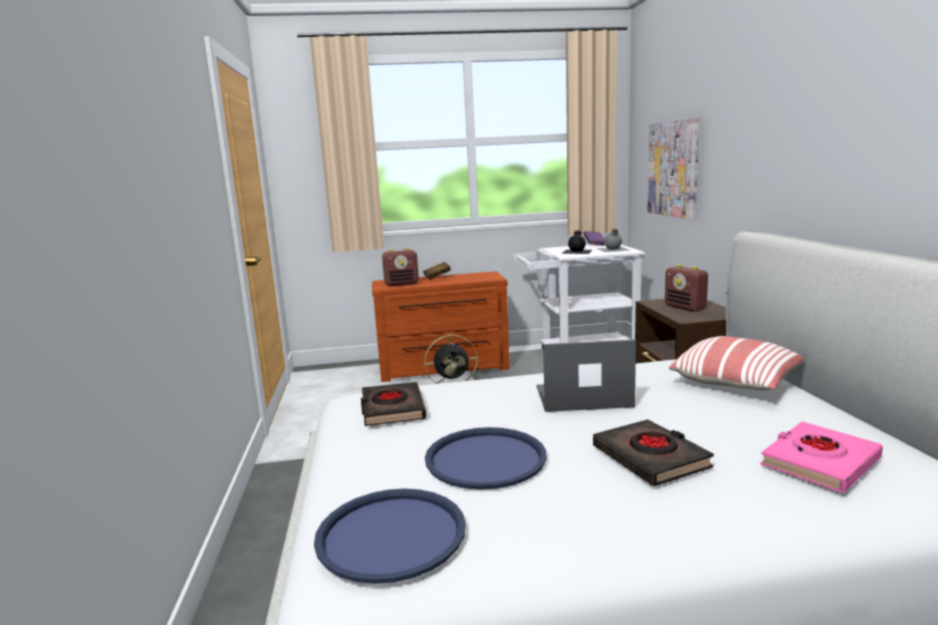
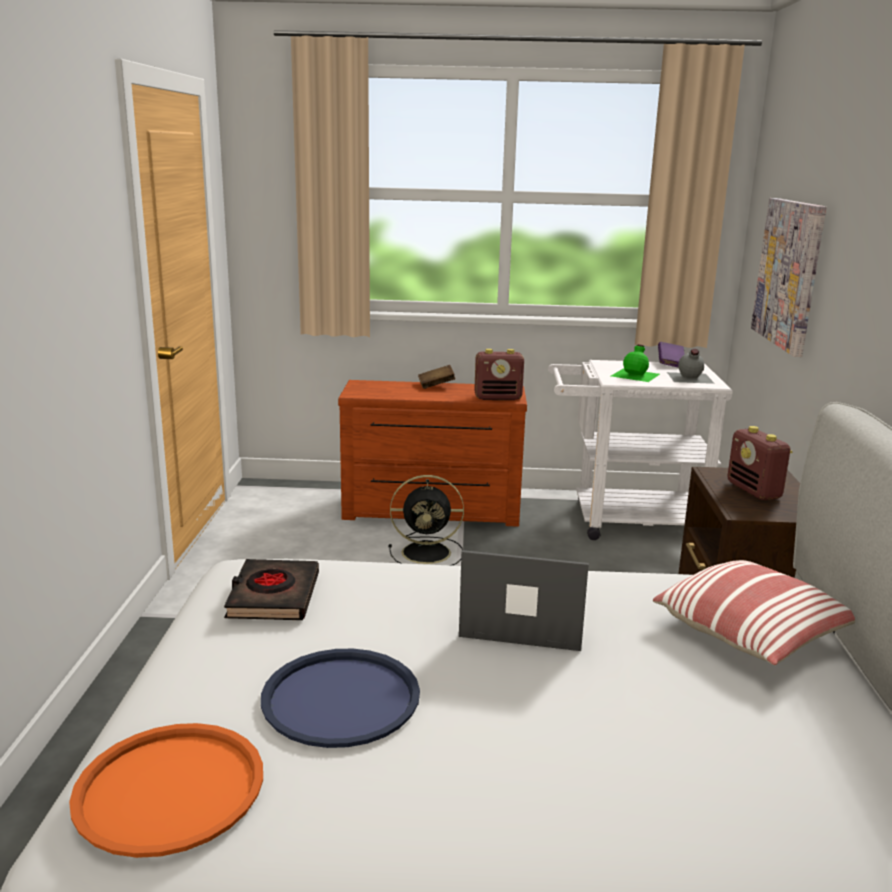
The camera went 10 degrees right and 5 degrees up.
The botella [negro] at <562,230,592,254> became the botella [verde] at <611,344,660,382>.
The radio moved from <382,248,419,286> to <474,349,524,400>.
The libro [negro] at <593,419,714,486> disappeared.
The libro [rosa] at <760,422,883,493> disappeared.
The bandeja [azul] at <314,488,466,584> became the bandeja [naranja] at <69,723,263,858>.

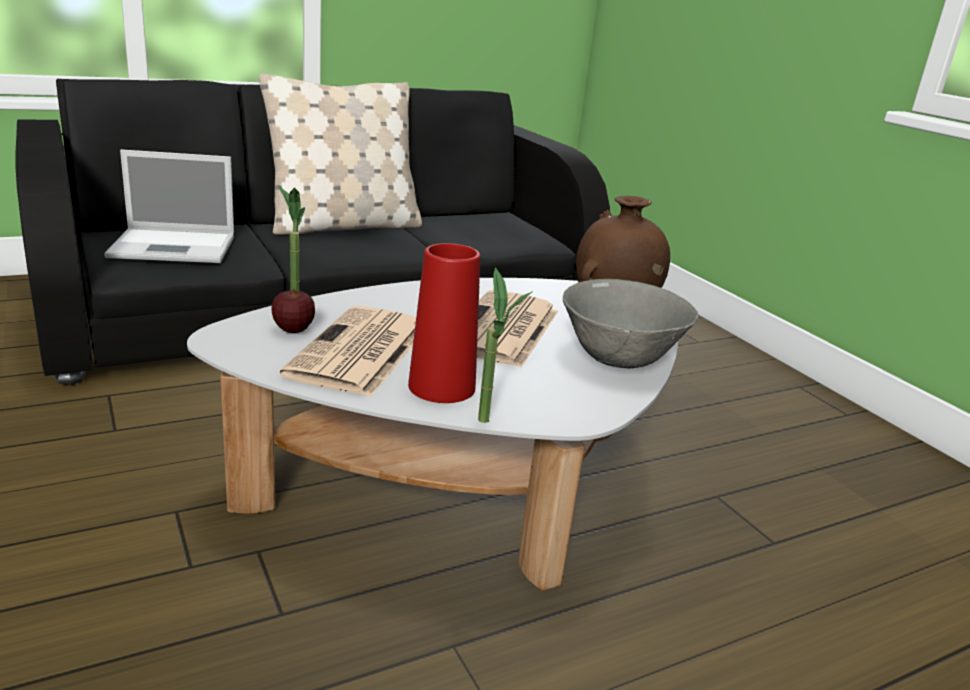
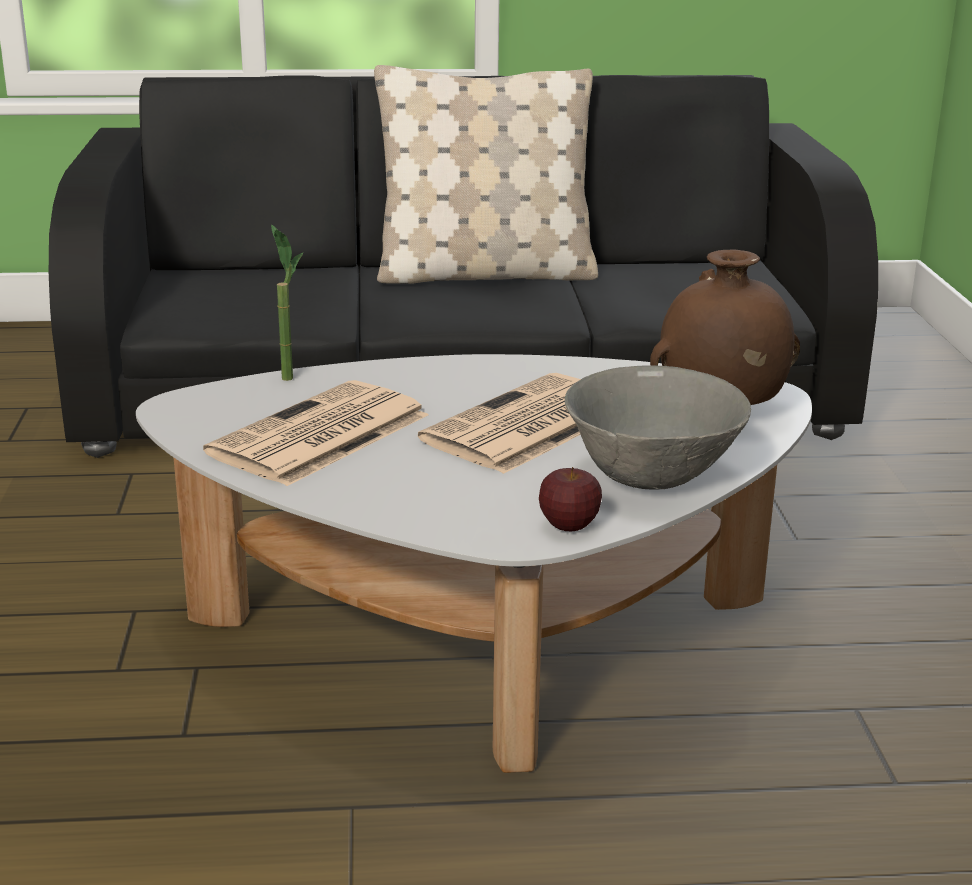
The camera went 25 degrees right and 0 degrees up.
The portátil at <104,149,234,263> disappeared.
The florero [rojo] at <408,243,480,403> disappeared.
The planta en maceta at <478,267,533,423> disappeared.
The manzana moved from <272,289,315,333> to <539,467,602,532>.

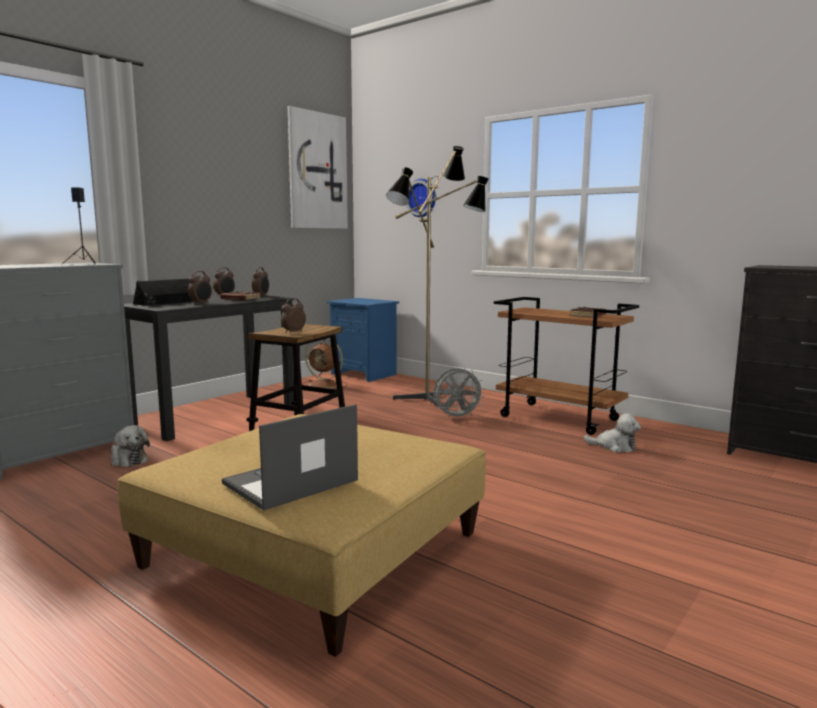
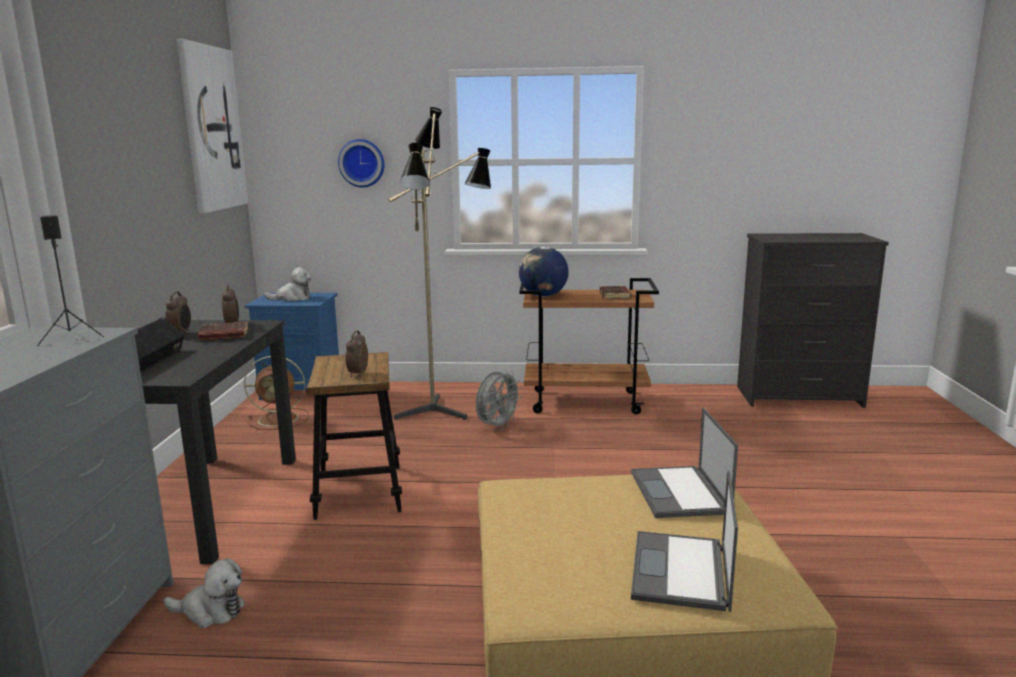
The camera went 35 degrees left and 5 degrees up.
The despertador at <188,271,212,304> disappeared.
The peluche moved from <584,413,641,452> to <264,267,312,302>.
The globo terráqueo at <519,247,569,297> appeared.
The portátil at <631,408,738,518> appeared.

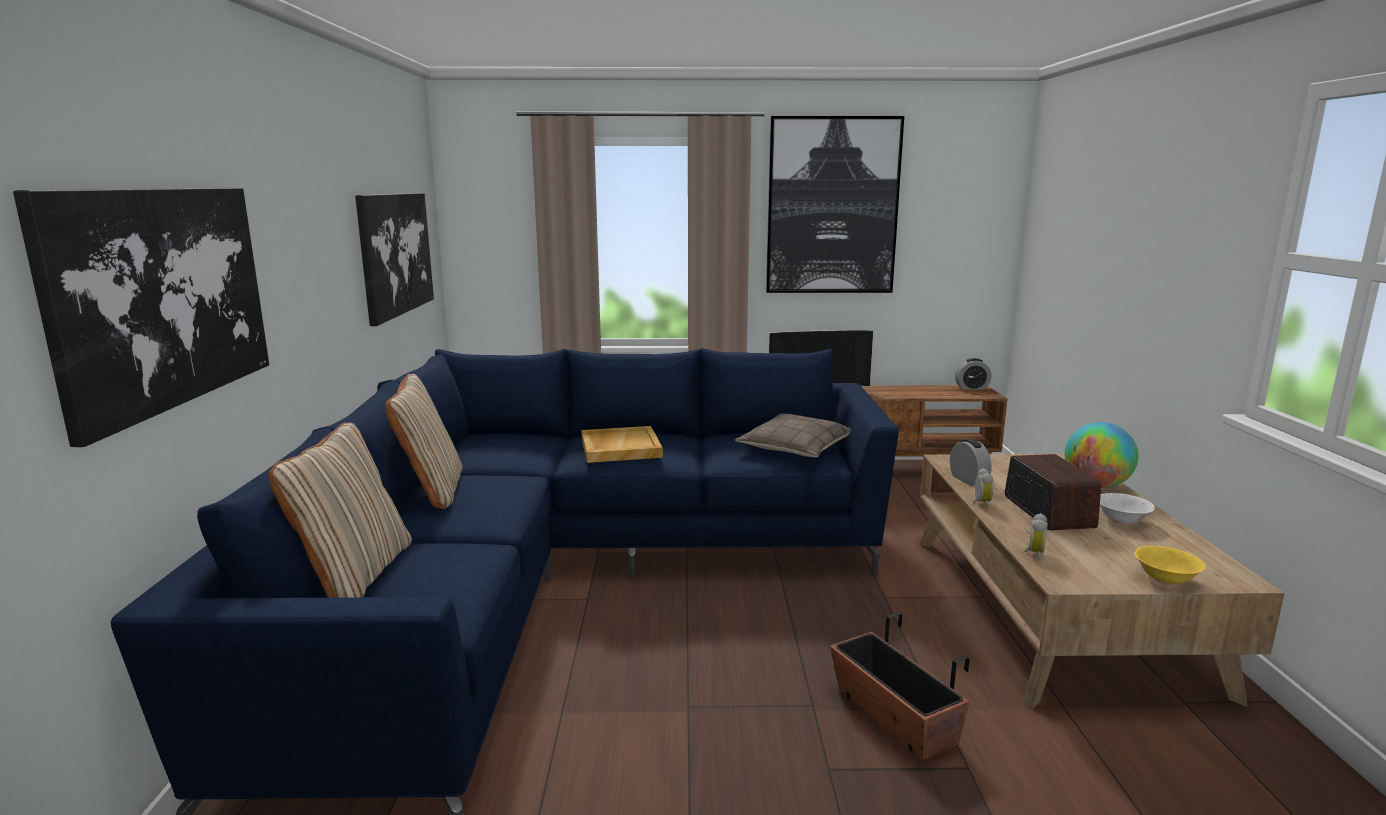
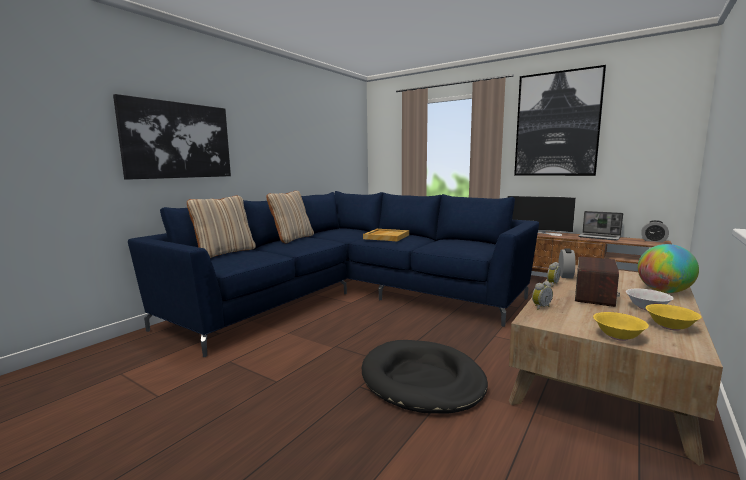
The camera went 35 degrees right and 5 degrees down.
The cuadro at <355,193,434,326> disappeared.
The cojín at <735,414,851,457> disappeared.
The maceta at <830,612,970,760> was replaced by the cama para perro [negro] at <362,340,488,414>.
The portátil at <579,211,623,241> appeared.
The cuenco [amarillo] at <646,304,701,331> appeared.

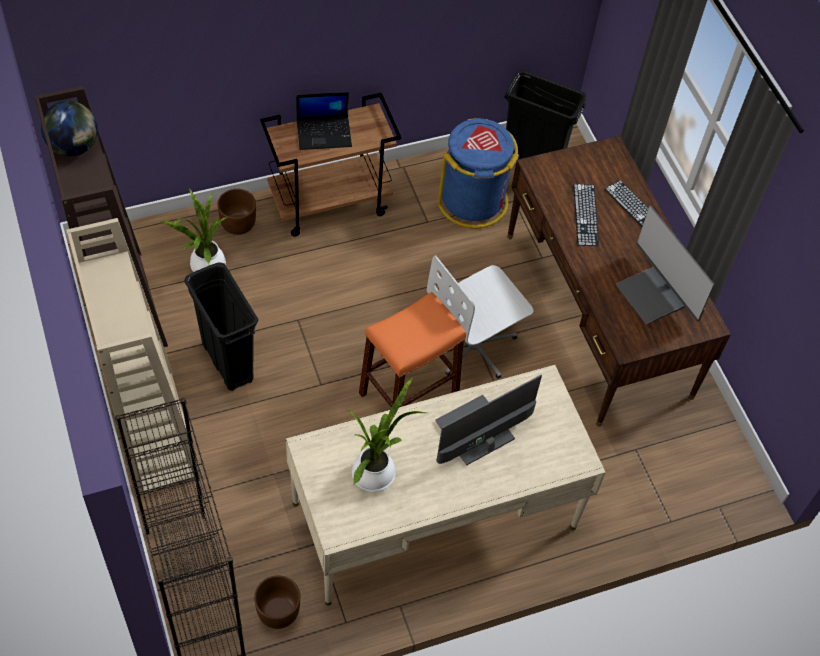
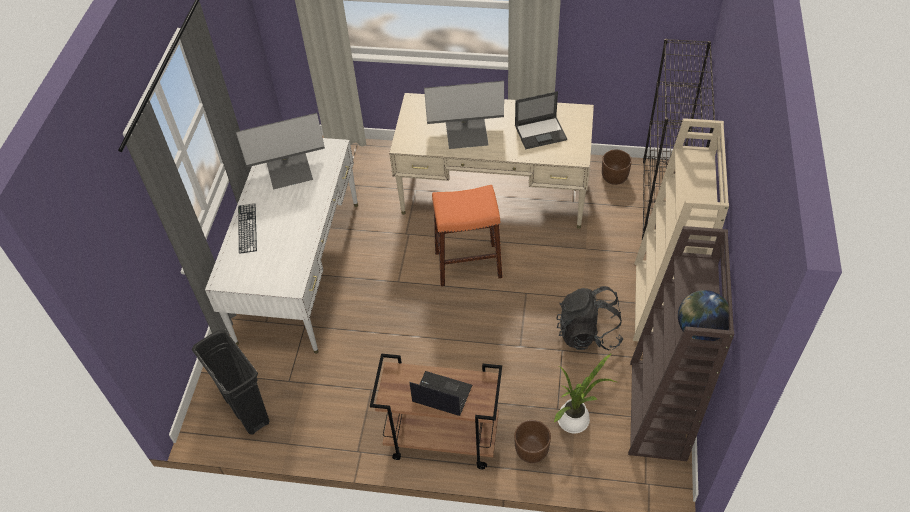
The camera went 145 degrees left and 5 degrees down.
The papelera [azul] at <438,118,519,229> disappeared.
The escritorio [marrón] at <507,136,731,426> became the escritorio [blanco] at <205,138,358,354>.
The teclado at <573,184,599,246> disappeared.
The monitor at <616,205,715,324> turned 75 degrees clockwise.
The silla de oficina [blanco] at <427,255,534,379> disappeared.
The papelera [negro] at <184,262,258,391> was replaced by the mochila [negro] at <556,286,623,351>.
The planta en maceta at <347,376,426,492> was replaced by the portátil at <515,91,567,149>.

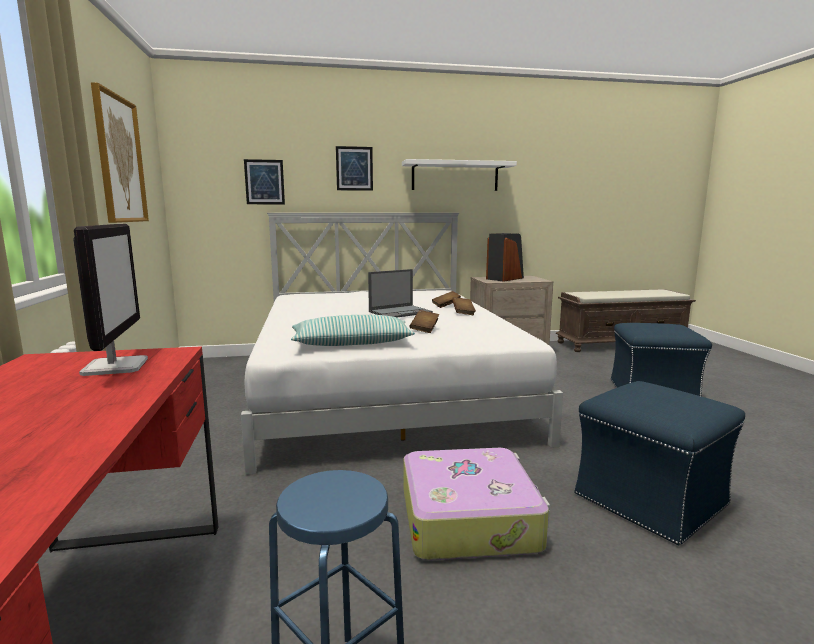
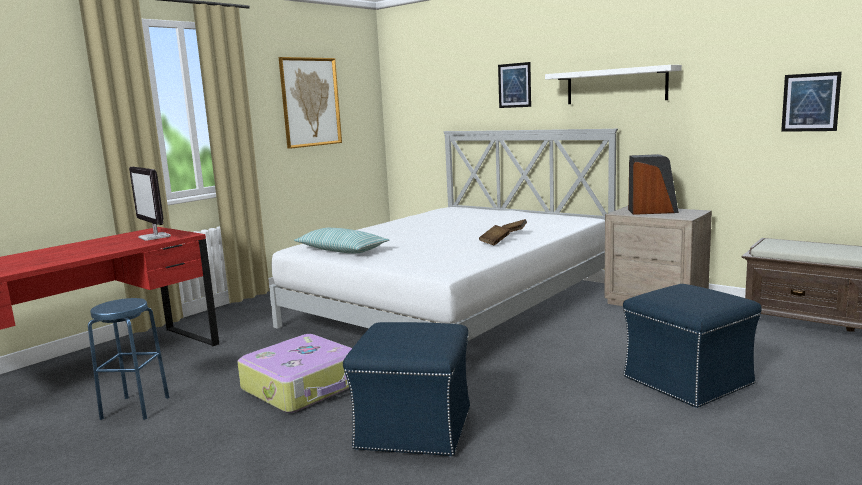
The camera went 50 degrees right and 0 degrees up.
The cuadro moved from <244,159,285,204> to <781,72,842,132>.
The monitor at <73,224,148,376> turned 105 degrees clockwise.
The portátil at <368,269,433,317> disappeared.
The libro [marrón] at <410,310,439,333> disappeared.

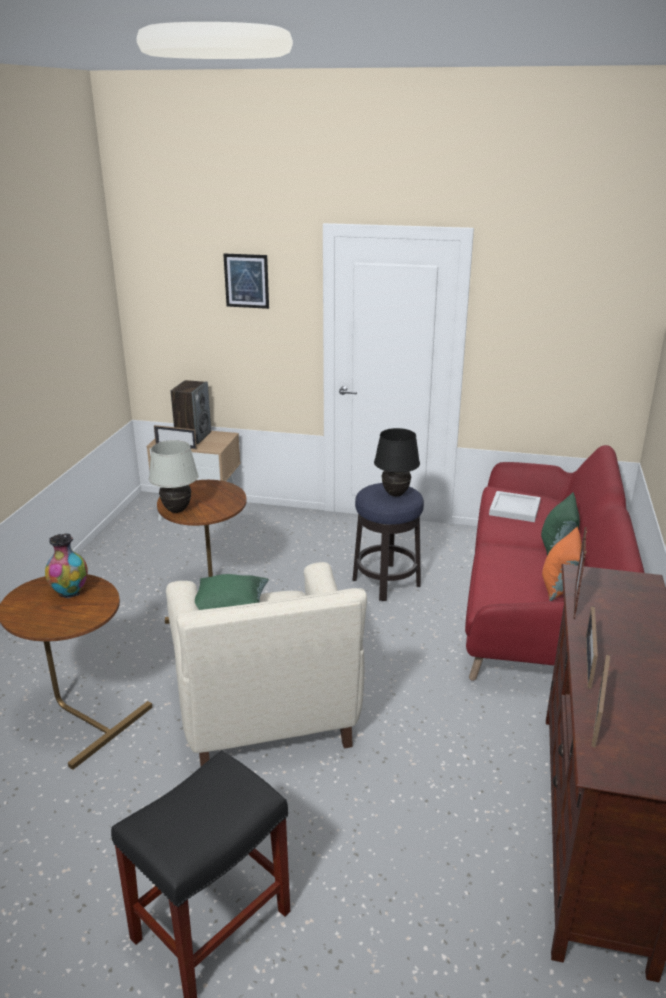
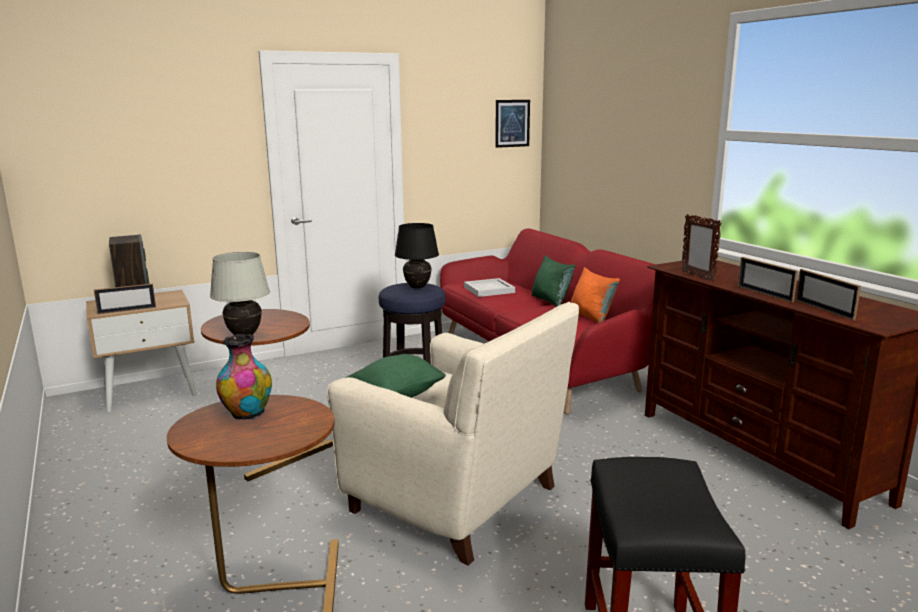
The camera went 40 degrees left and 10 degrees down.
The cuadro moved from <223,253,269,309> to <495,100,530,148>.

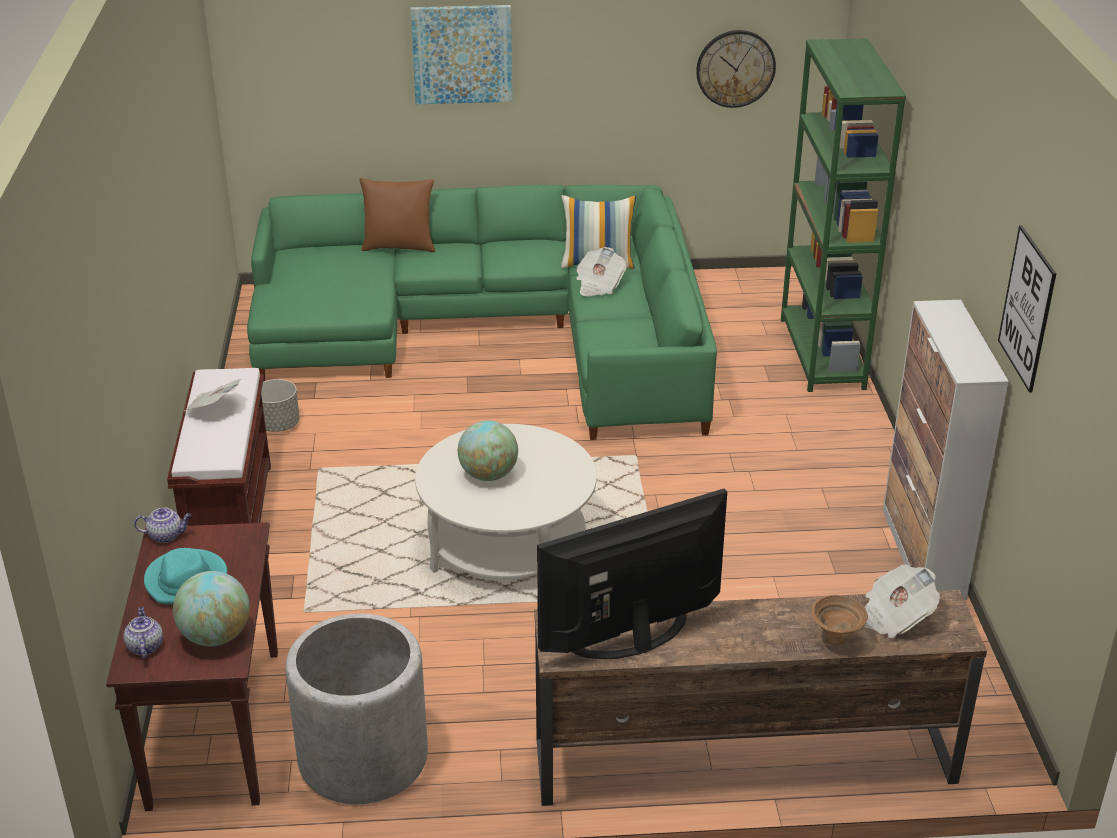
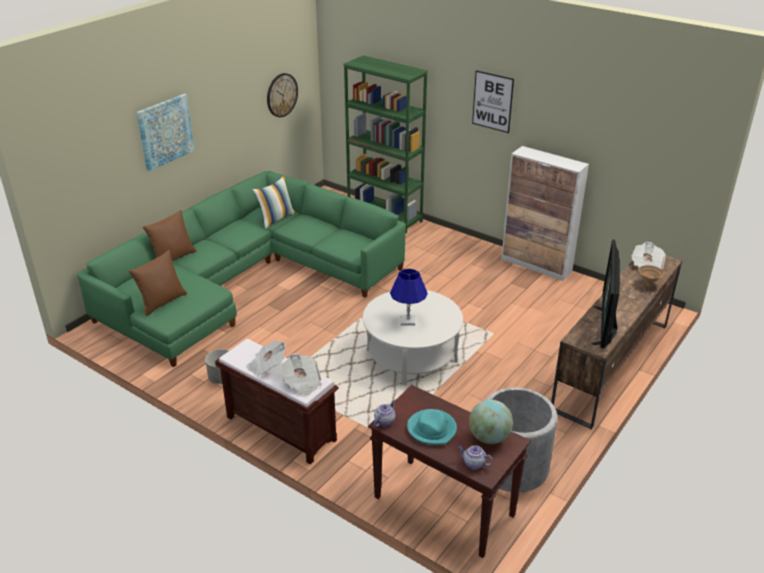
The camera went 50 degrees left and 0 degrees up.
The cuadro moved from <998,225,1056,393> to <472,70,514,133>.
The periódico moved from <576,247,627,296> to <282,353,322,397>.
The globo terráqueo at <458,420,518,481> was replaced by the lámpara de mesa [azul] at <390,269,428,326>.
The cojín [marrón] at <129,250,187,316> appeared.

